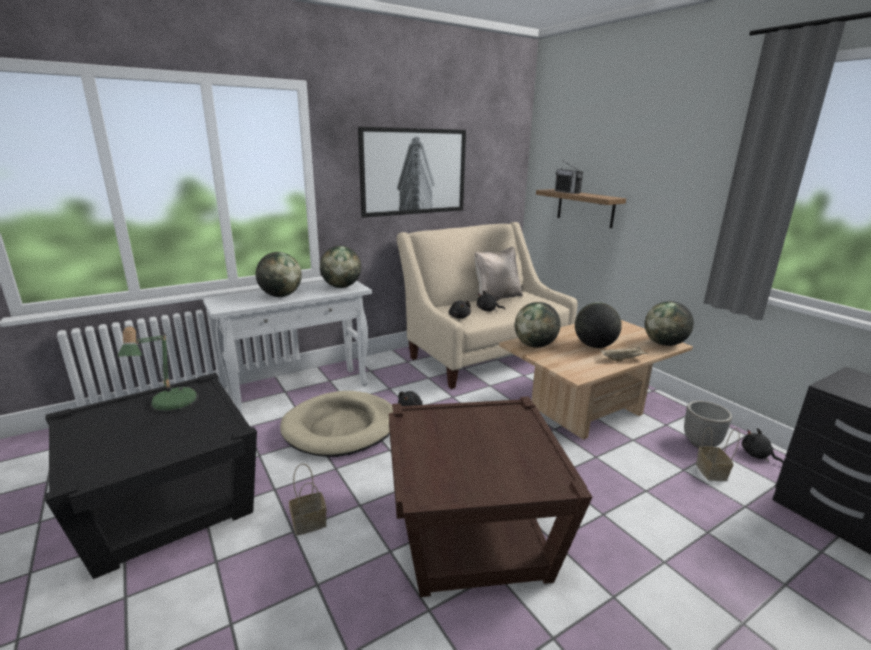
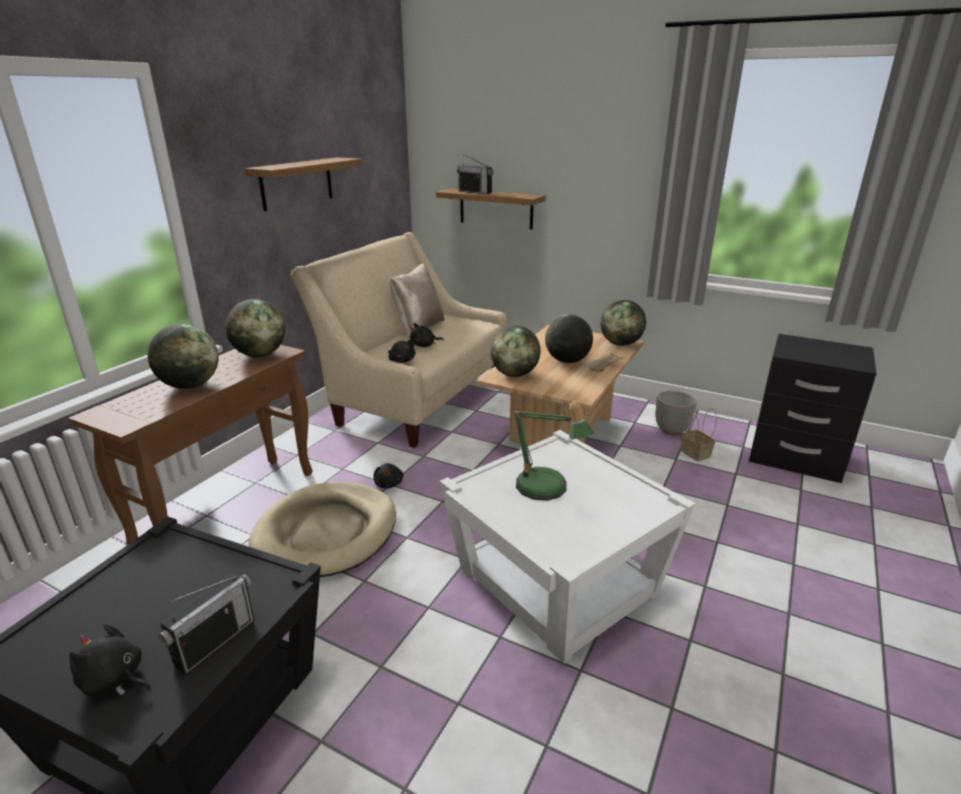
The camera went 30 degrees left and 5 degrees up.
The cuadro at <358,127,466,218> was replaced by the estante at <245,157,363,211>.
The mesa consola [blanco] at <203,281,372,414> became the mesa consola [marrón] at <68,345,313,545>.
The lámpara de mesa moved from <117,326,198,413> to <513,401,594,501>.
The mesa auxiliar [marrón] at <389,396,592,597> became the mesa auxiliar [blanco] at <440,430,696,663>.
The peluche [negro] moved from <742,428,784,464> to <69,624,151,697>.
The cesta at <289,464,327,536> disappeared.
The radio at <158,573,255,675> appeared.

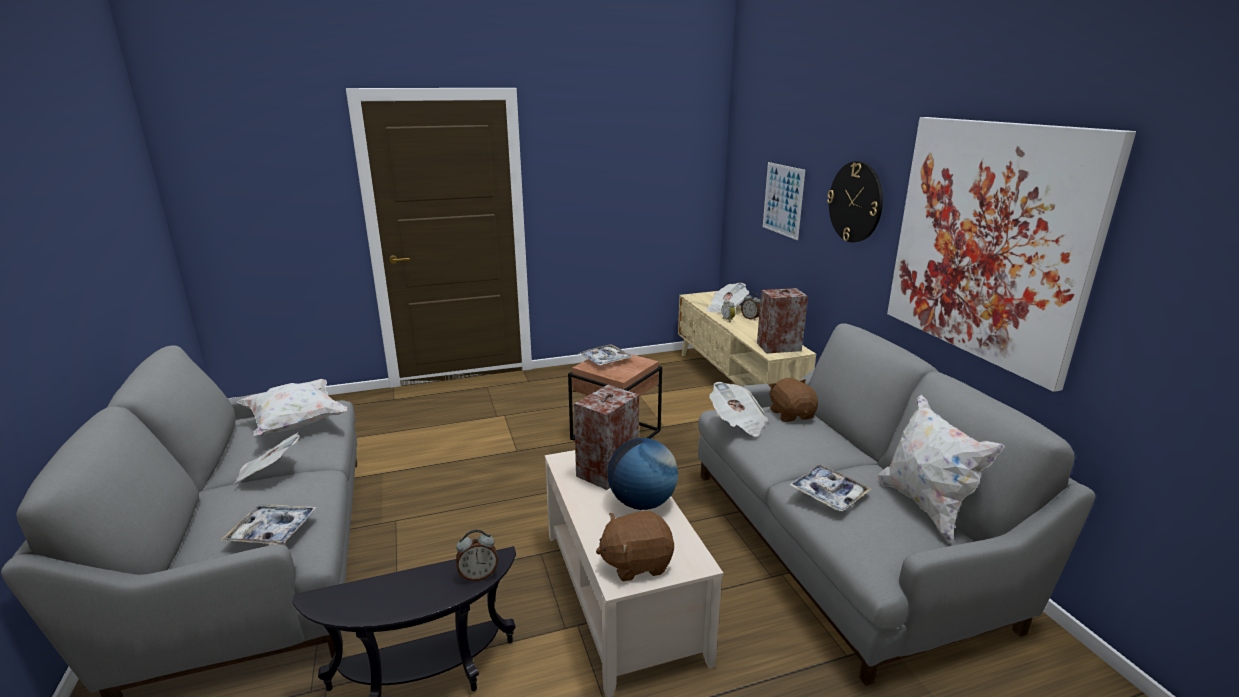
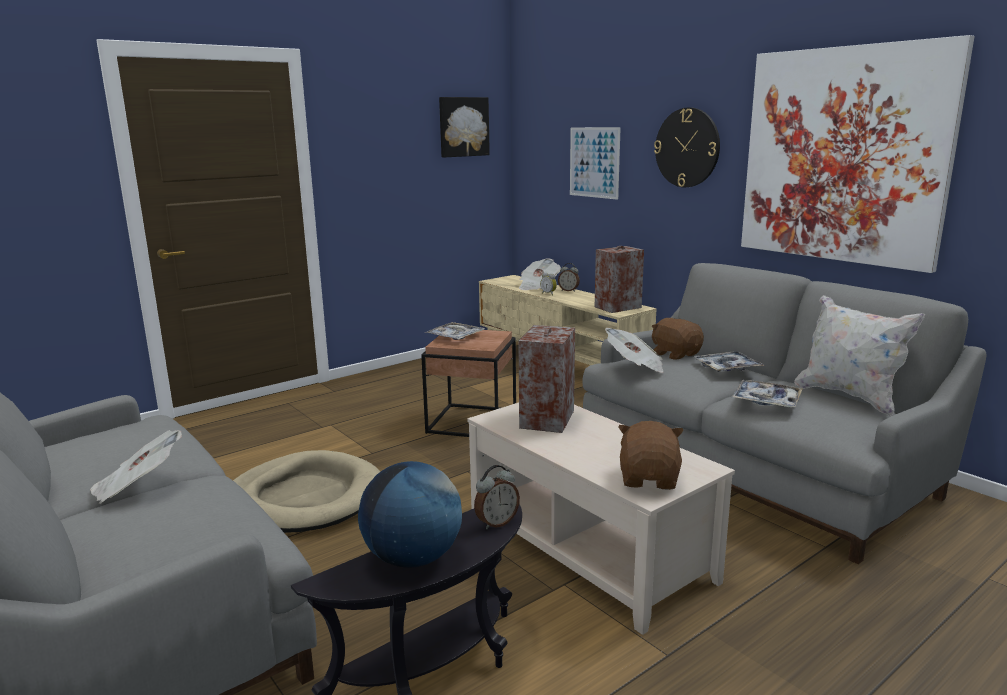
The camera went 20 degrees left and 5 degrees down.
The cojín [blanco] at <237,379,348,436> disappeared.
The globo terráqueo moved from <608,438,678,510> to <358,461,462,568>.
The bandeja moved from <221,504,318,545> to <694,351,764,372>.
The peluche [marrón] at <596,511,674,582> turned 135 degrees clockwise.
The cuadro at <439,97,490,157> appeared.
The cama para perro [beis] at <233,450,381,533> appeared.

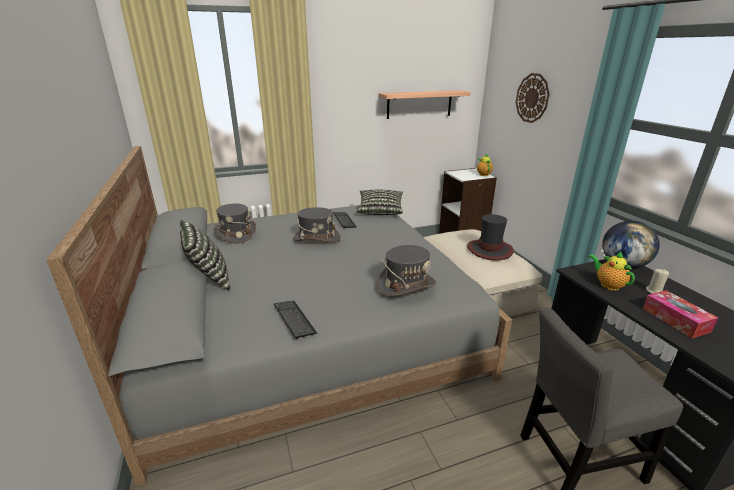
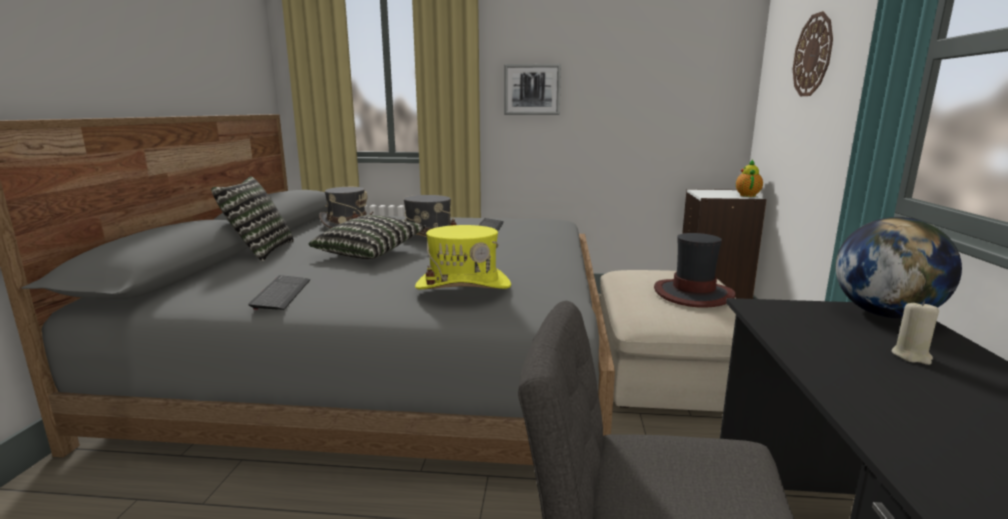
The camera went 25 degrees right and 10 degrees down.
The estante at <379,90,471,119> disappeared.
The cojín moved from <357,190,403,215> to <309,215,426,259>.
The sombrero [gris] at <377,245,436,296> became the sombrero [amarillo] at <415,225,511,289>.
The tetera at <589,252,635,290> disappeared.
The caja de pañuelos at <643,290,718,338> disappeared.
The cuadro at <504,64,561,115> appeared.

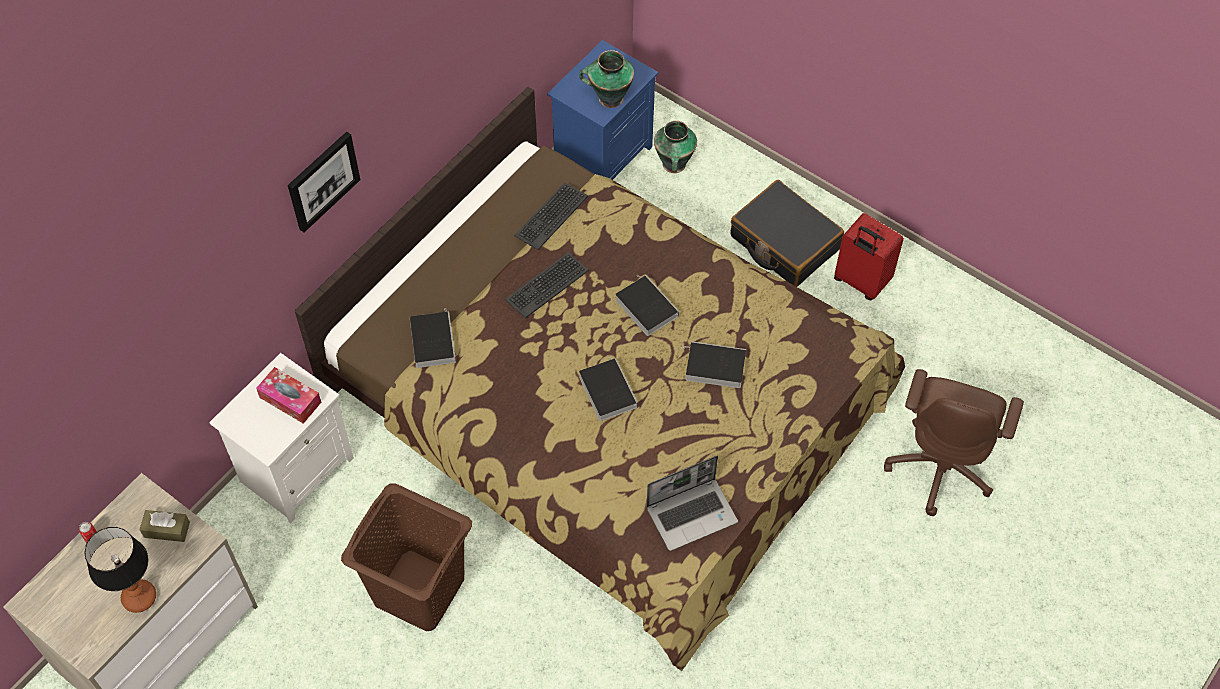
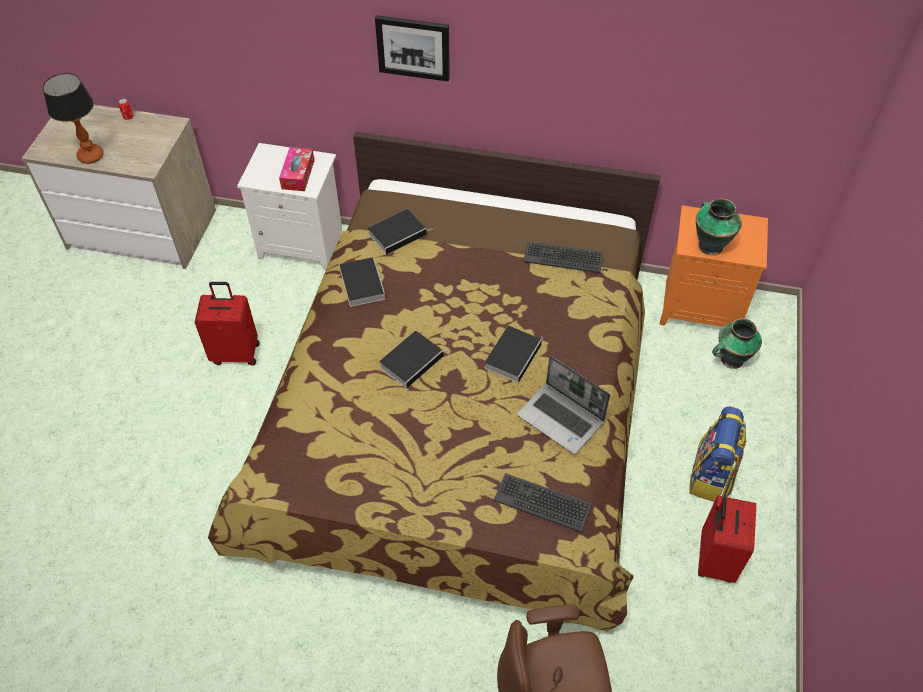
The camera went 65 degrees right and 5 degrees down.
The mesita de noche [azul] at <547,40,658,180> became the mesita de noche [naranja] at <659,205,768,327>.
The maleta [negro] at <730,180,844,287> was replaced by the mochila at <689,406,746,502>.
The teclado moved from <505,252,589,318> to <493,473,592,533>.
The libro moved from <679,341,746,388> to <339,257,386,307>.
The portátil moved from <646,456,738,551> to <517,356,610,454>.
The cesto de la ropa [marrón] at <341,483,472,631> was replaced by the maleta [rojo] at <195,282,260,366>.
The caja de pañuelos [marrón] at <140,510,190,542> disappeared.

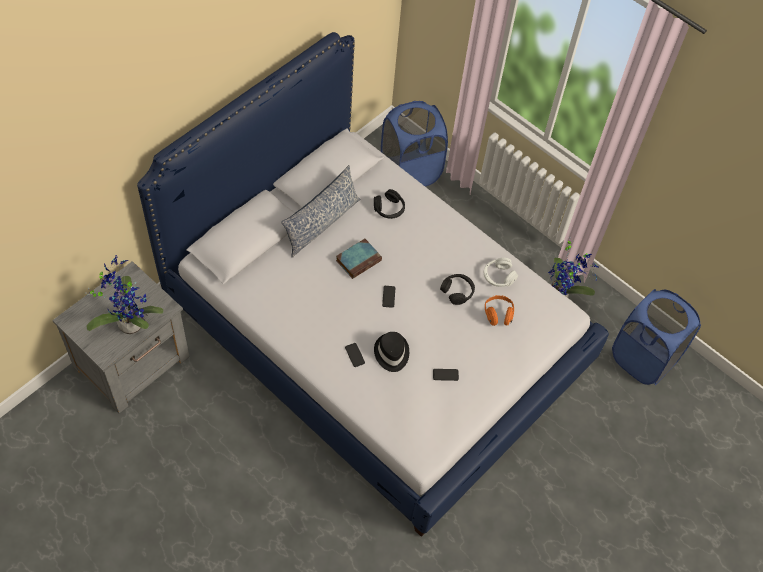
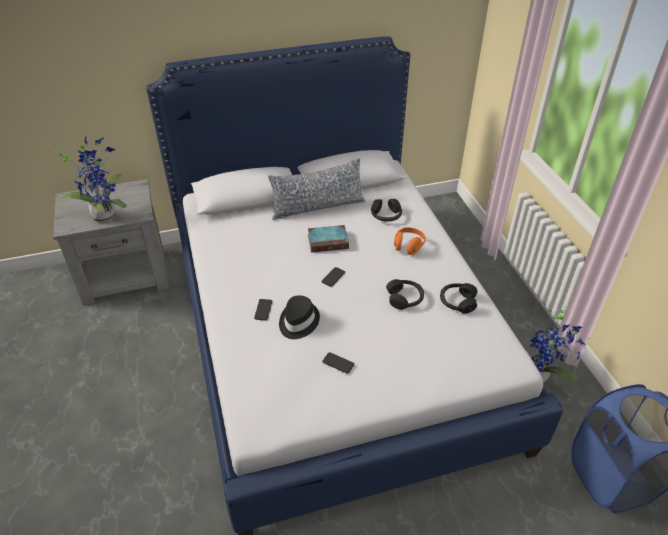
The camera went 35 degrees right and 15 degrees down.
The cesto de la ropa [azul] at <381,101,448,187> disappeared.
The auriculares [blanco] at <484,258,518,287> became the auriculares [negro] at <440,283,478,314>.
The auriculares [naranja] moved from <485,295,514,326> to <394,227,426,255>.

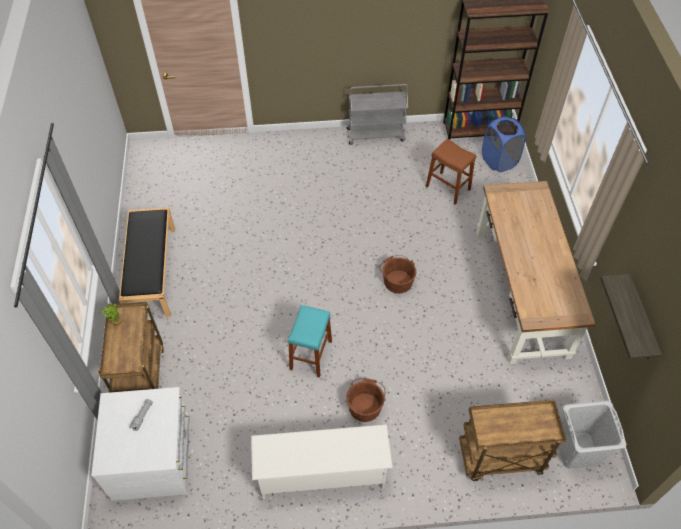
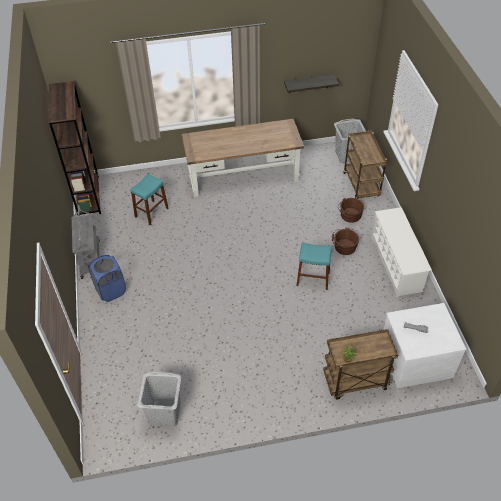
The camera went 95 degrees left and 5 degrees down.
The cesto de la ropa [azul] moved from <482,116,526,172> to <88,255,126,302>.
The taburete [marrón] at <426,139,476,205> became the taburete [turquesa] at <130,174,169,225>.
The banco [negro] at <119,207,175,317> disappeared.
The cubo [marrón] moved from <379,255,416,294> to <338,198,364,223>.
The cesto de la ropa [gris] at <138,372,181,426> appeared.

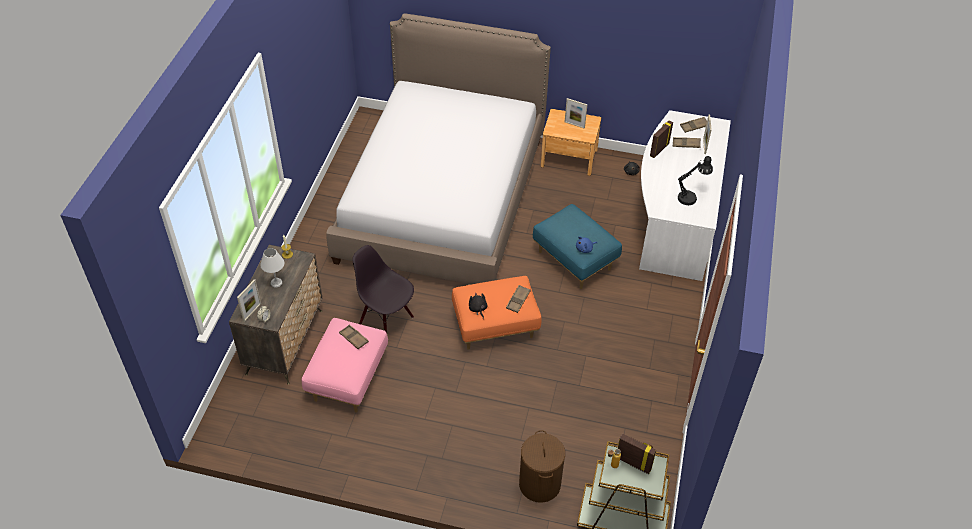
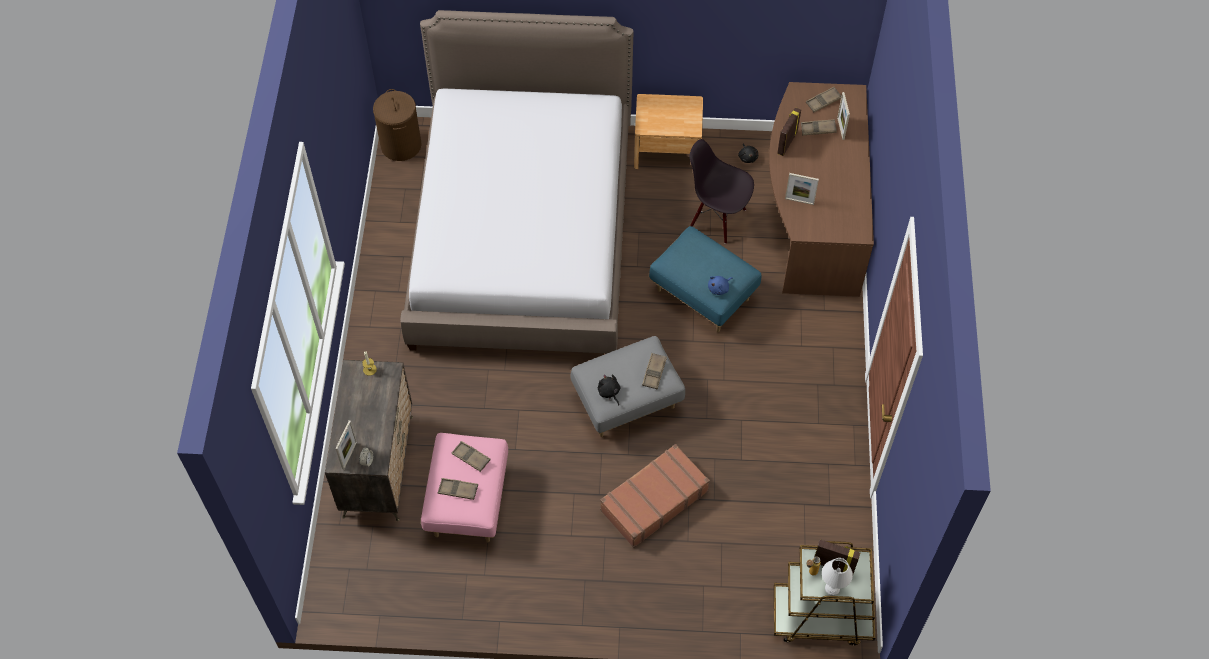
The camera went 10 degrees left and 10 degrees up.
The portarretratos moved from <565,98,588,128> to <785,173,819,205>.
The escritorio [blanco] at <639,110,731,281> became the escritorio [marrón] at <769,82,874,297>.
The lámpara de mesa [negro] at <678,156,713,205> disappeared.
The silla [negro] moved from <352,245,414,333> to <690,139,754,244>.
The lámpara de mesa [blanco] moved from <260,248,284,287> to <822,558,853,596>.
The puf [naranja] at <452,276,542,350> became the puf [gris] at <570,336,685,437>.
The cesto de la ropa [marrón] moved from <519,430,565,503> to <373,89,422,161>.
The maleta [marrón] at <600,444,710,548> appeared.
The bandeja [marrón] at <438,478,478,500> appeared.

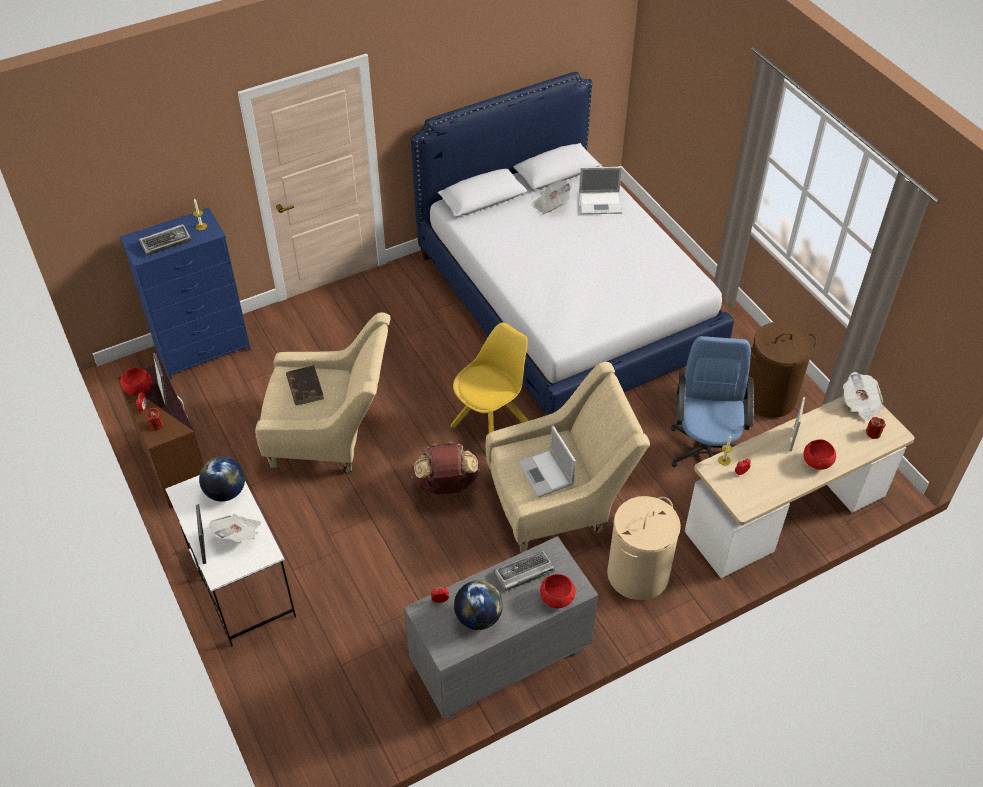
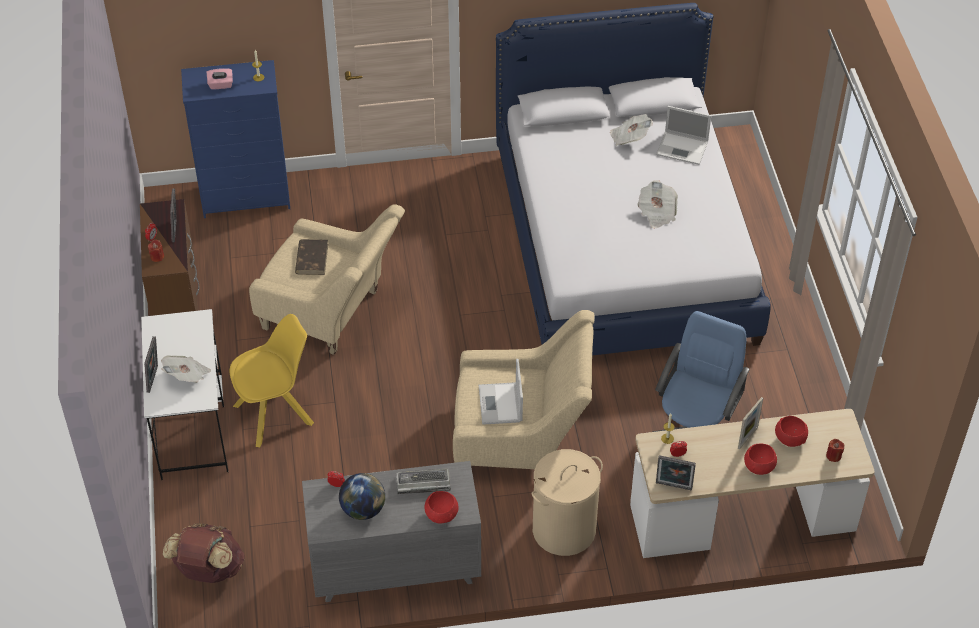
The camera went 20 degrees right and 0 degrees up.
The teclado at <139,224,191,256> was replaced by the caja de pañuelos [rosa] at <207,68,233,90>.
The cesto de la ropa [marrón] at <748,322,817,418> disappeared.
The silla [amarillo] moved from <451,323,529,433> to <229,314,314,447>.
The cuenco [rojo] moved from <120,368,152,396> to <775,416,808,447>.
The periódico moved from <843,372,884,423> to <638,180,678,229>.
The mochila [marrón] moved from <411,441,480,495> to <163,523,244,583>.
The globo terráqueo at <199,456,245,501> disappeared.
The portarretratos at <656,455,696,491> appeared.

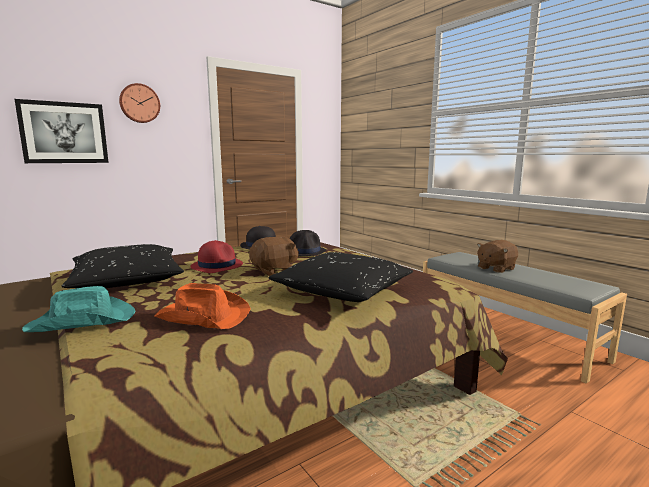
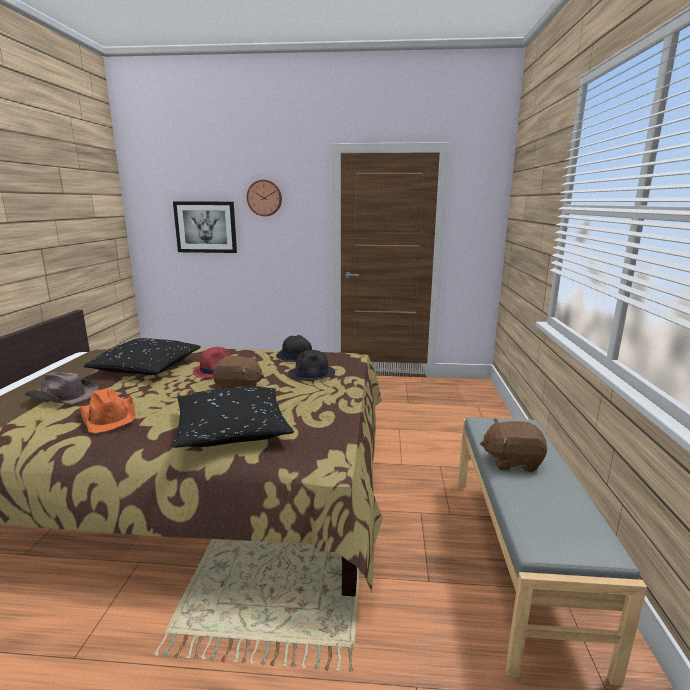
The camera went 40 degrees right and 5 degrees up.
The sombrero [turquesa] at <22,286,135,332> became the sombrero [marrón] at <24,372,99,404>.

